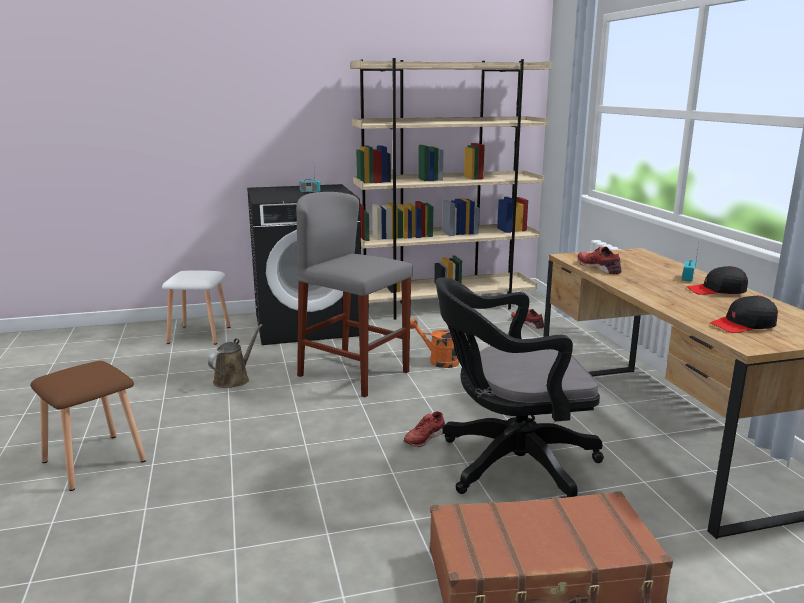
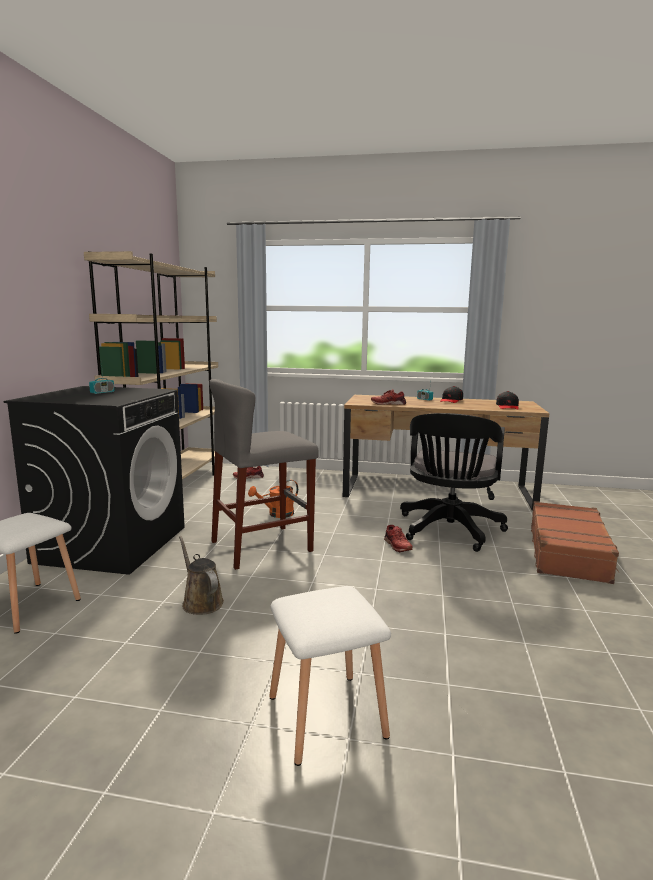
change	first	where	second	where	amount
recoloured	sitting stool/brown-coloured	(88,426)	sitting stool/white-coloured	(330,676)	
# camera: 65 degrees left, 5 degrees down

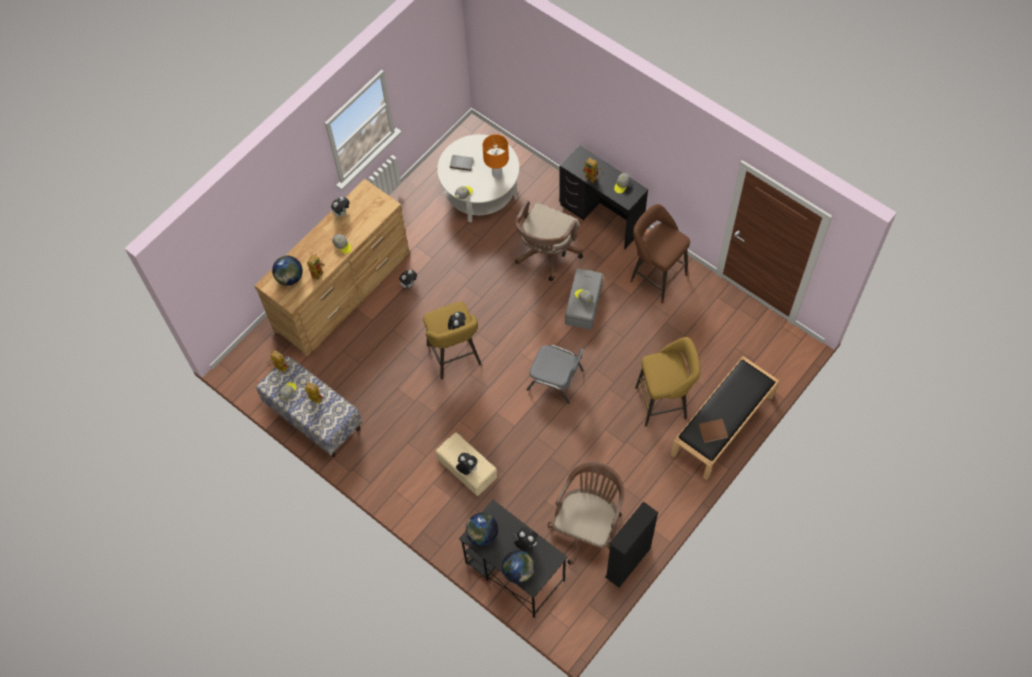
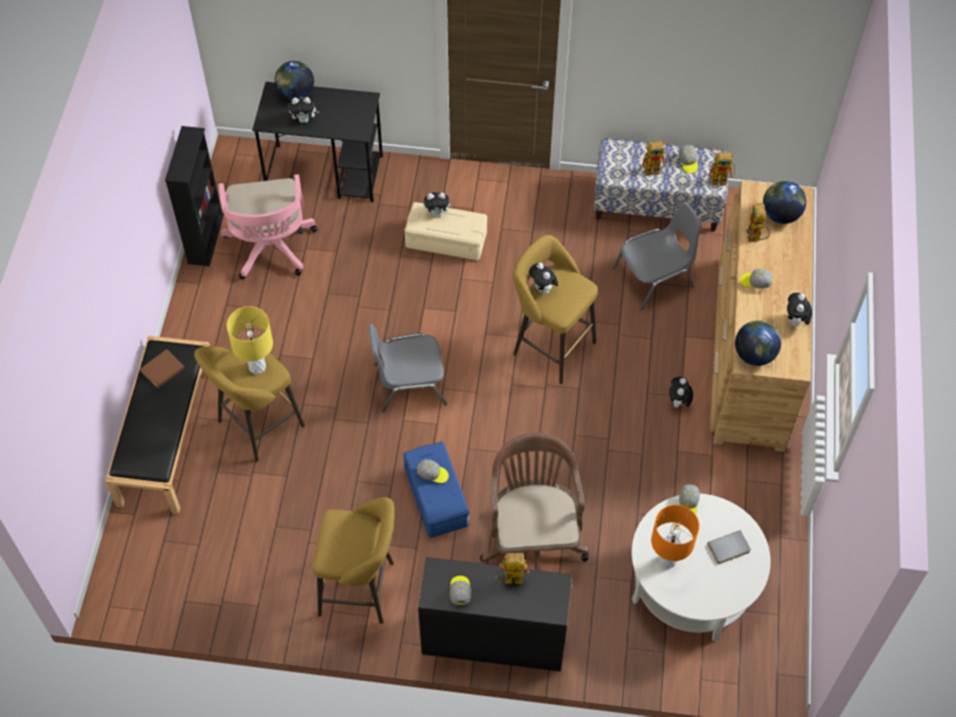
change	first	where	second	where	amount
recoloured	sitting stool/brown-coloured	(660,254)	sitting stool/yellow	(354,560)	
recoloured	storage bin/greyish	(584,299)	storage bin/blue-coloured	(436,490)	
recoloured	office chair/brown-coloured	(586,513)	office chair/pinkish	(267,226)	
moved	world globe	(482,529)		(758,343)	
added			upright chair/greyish	(657,256)	
added			table lamp/yellow	(250,340)	
# camera: 145 degrees right, 5 degrees down

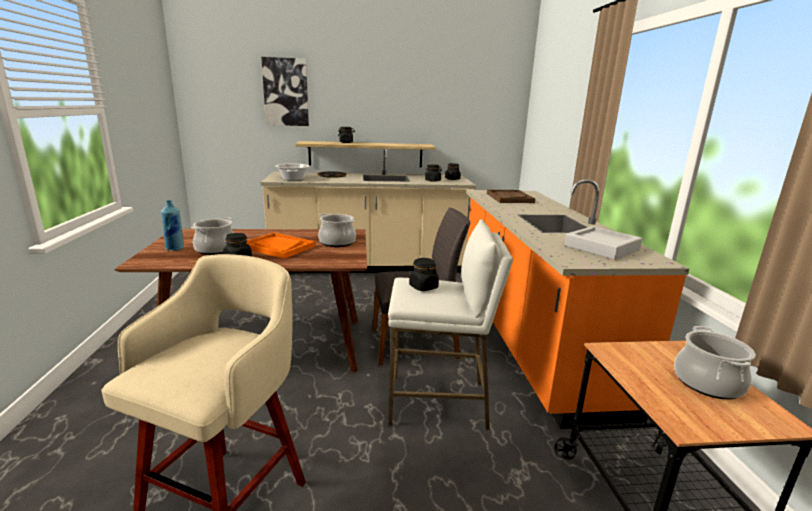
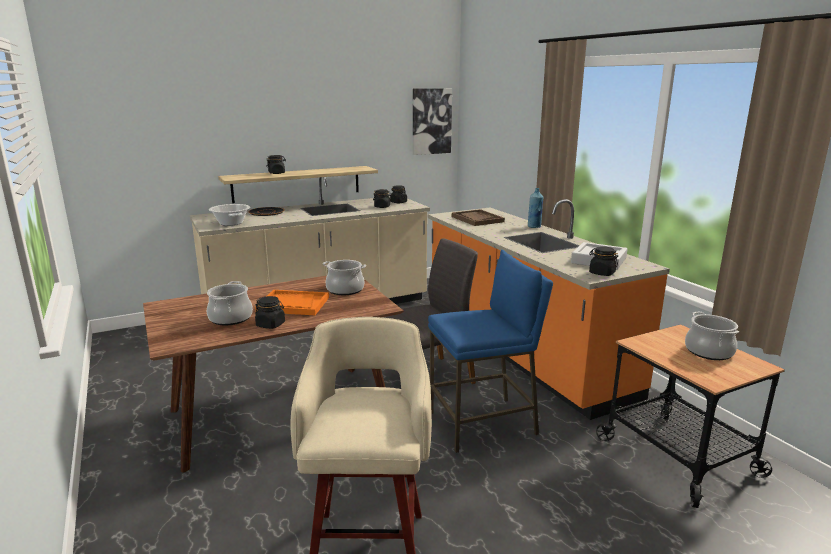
change	first	where	second	where	amount
moved	wall picture	(285,91)		(432,121)	
moved	drink bottle/blue-coloured	(172,225)		(535,208)	
recoloured	sitting stool/white-coloured	(450,324)	sitting stool/blue-coloured	(490,351)	
moved	preserve jar/black-coloured	(424,274)		(603,261)	
# camera: 20 degrees left, 0 degrees up

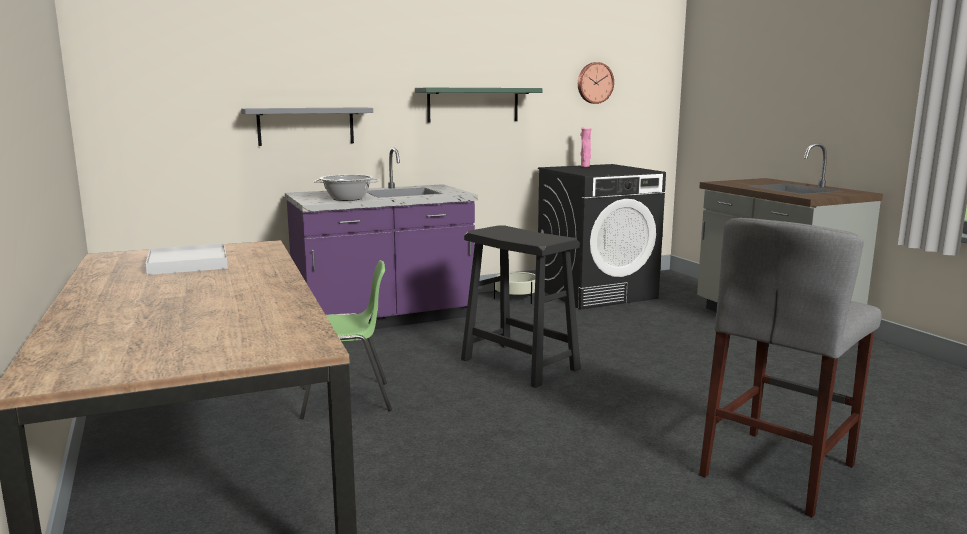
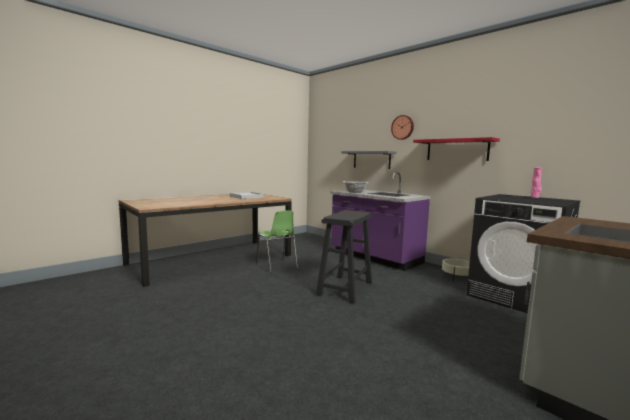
change	first	where	second	where	amount
moved	clock on the wall	(596,83)		(402,127)	
recoloured	bracket shelf/green-coloured	(479,105)	bracket shelf/red	(456,149)	
removed	sitting stool/greyish	(790,368)			
# camera: 70 degrees right, 5 degrees down

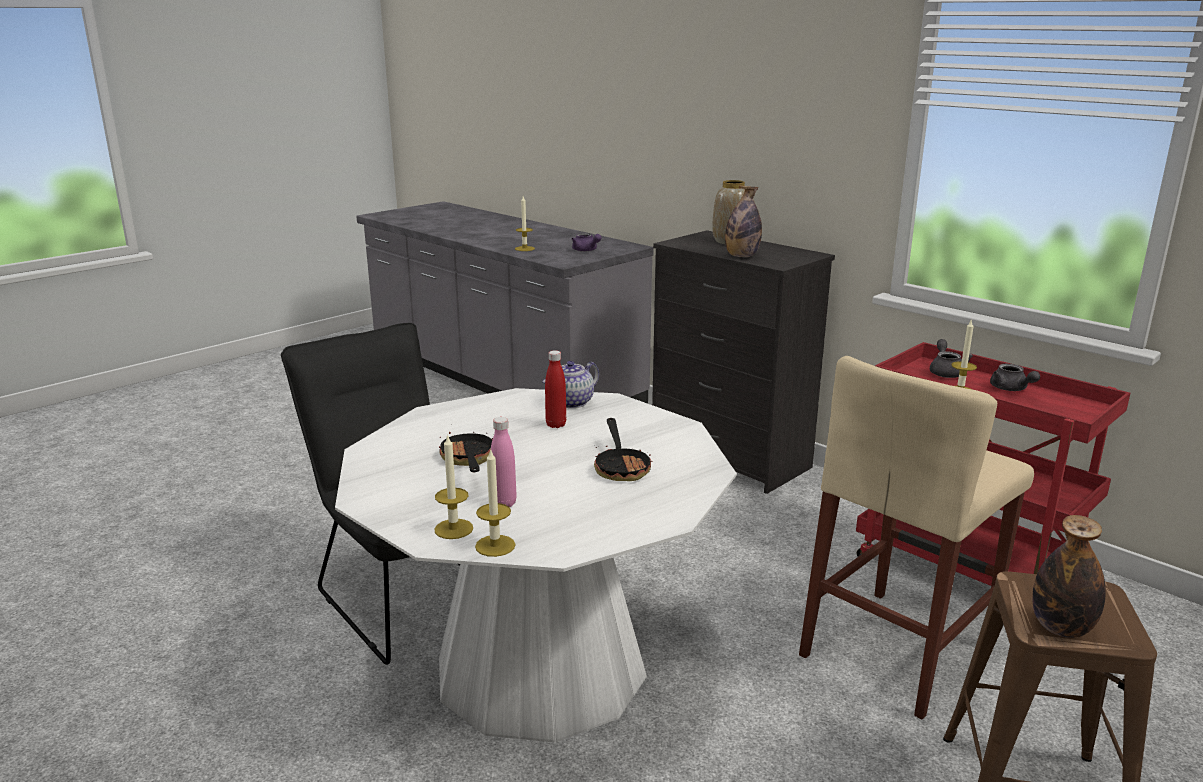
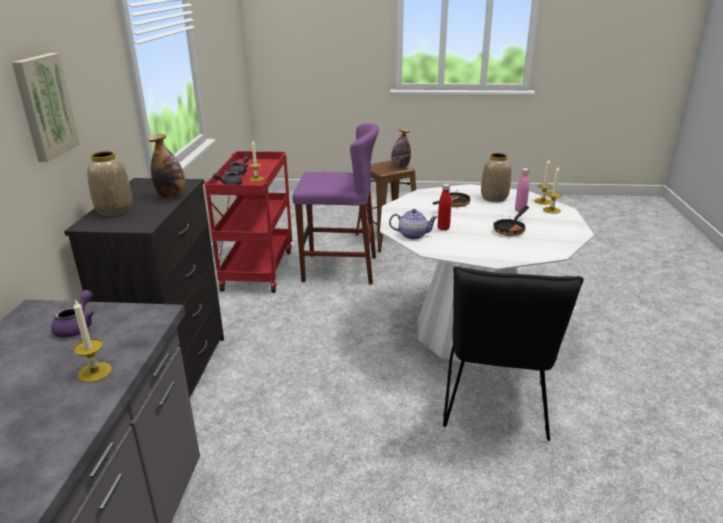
change	first	where	second	where	amount
recoloured	sitting stool/beige-coloured	(916,537)	sitting stool/purple	(335,203)	
added			wall picture	(46,107)	
added			decorative vase	(496,177)	
# camera: 130 degrees left, 5 degrees up

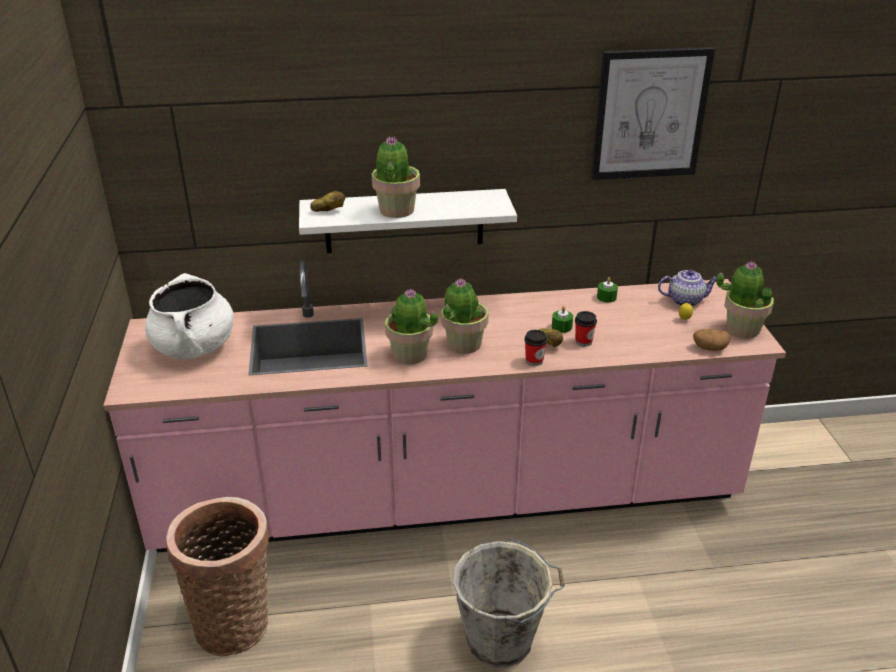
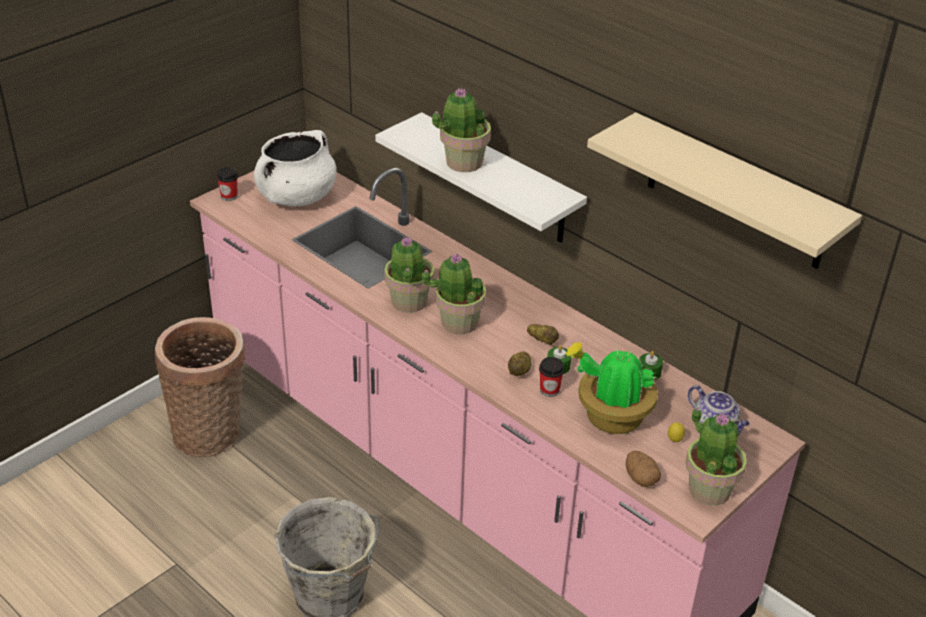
change	first	where	second	where	amount
replaced	wall picture	(653,113)	bracket shelf/beige-coloured	(724,190)	
moved	whole potato	(327,201)		(543,334)	
moved	cup	(536,348)		(227,184)	
added			houseplant	(611,388)	
# camera: 50 degrees right, 5 degrees up

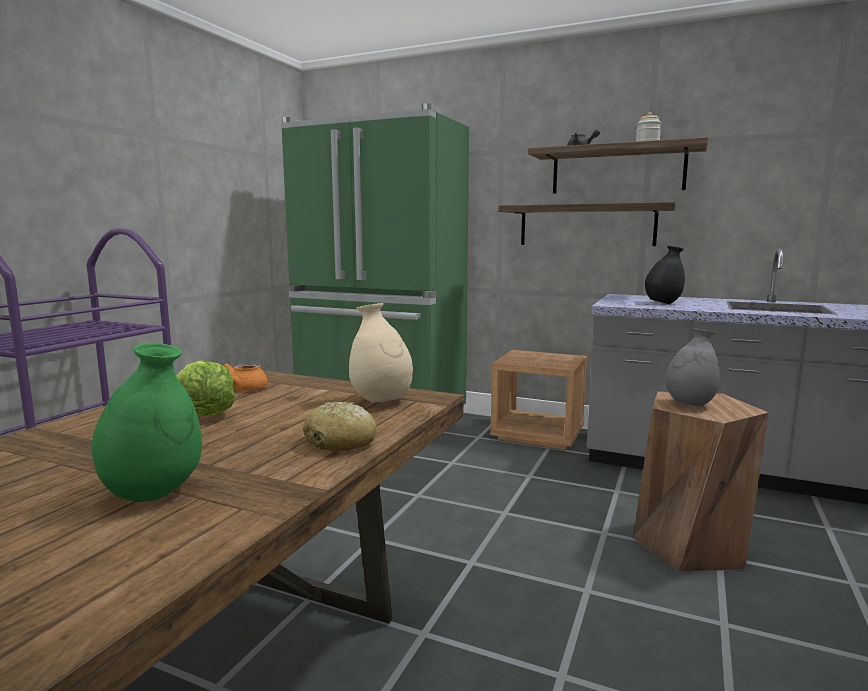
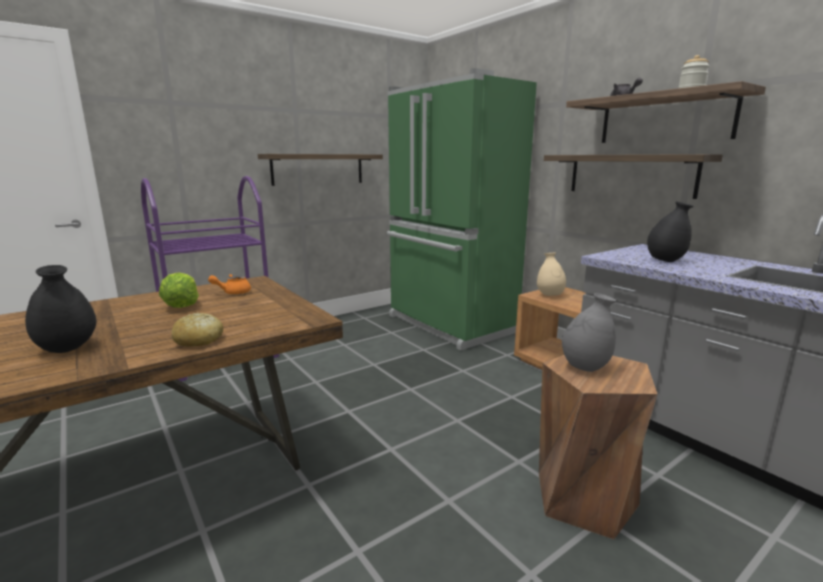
change	first	where	second	where	amount
moved	decorative vase/beige-coloured	(381,353)		(551,274)	
recoloured	decorative vase/green-coloured	(147,422)	decorative vase/black-coloured	(60,309)	
added			bracket shelf	(320,170)	
# camera: 30 degrees right, 5 degrees up

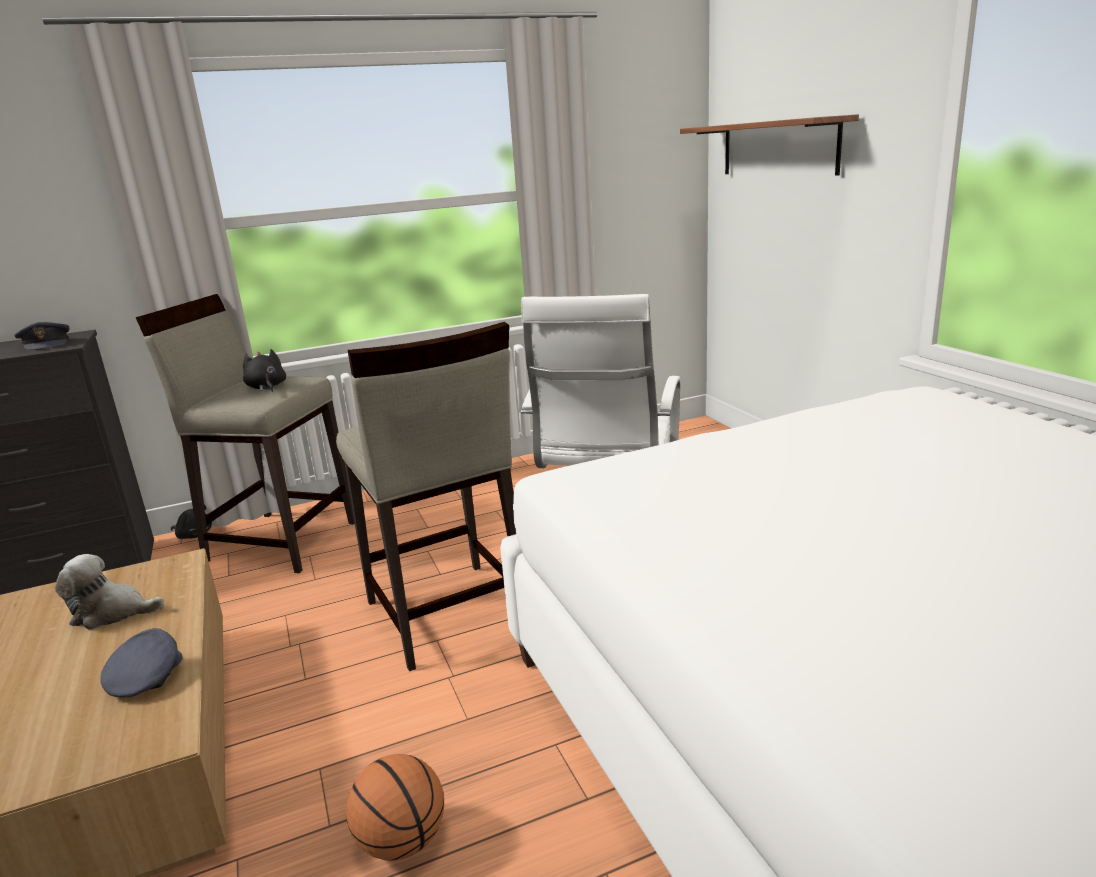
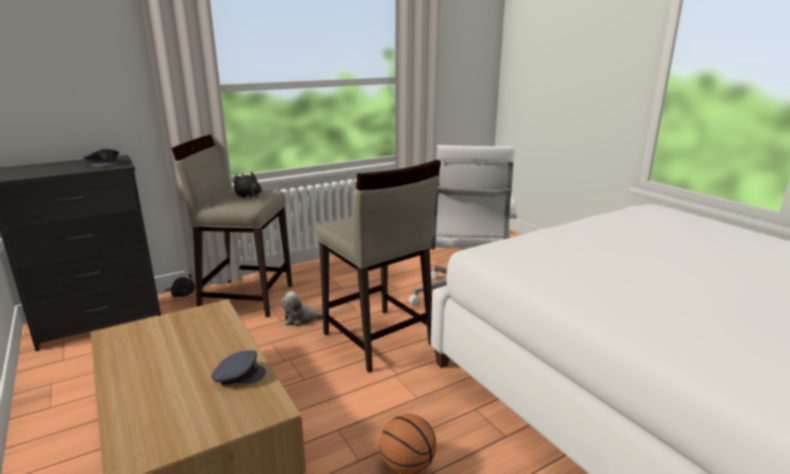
change	first	where	second	where	amount
removed	bracket shelf	(769,145)			
moved	cuddly toy	(109,592)		(301,309)	
turned	peaked cap/greyish	(141,662)		(238,367)	90 degrees clockwise
# camera: 10 degrees left, 0 degrees up

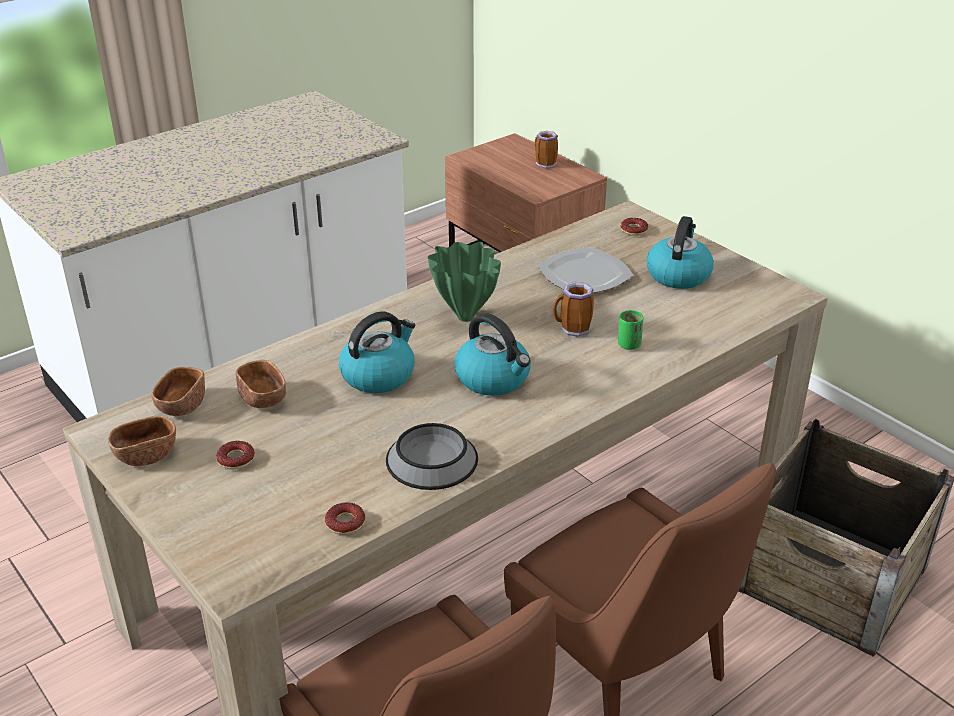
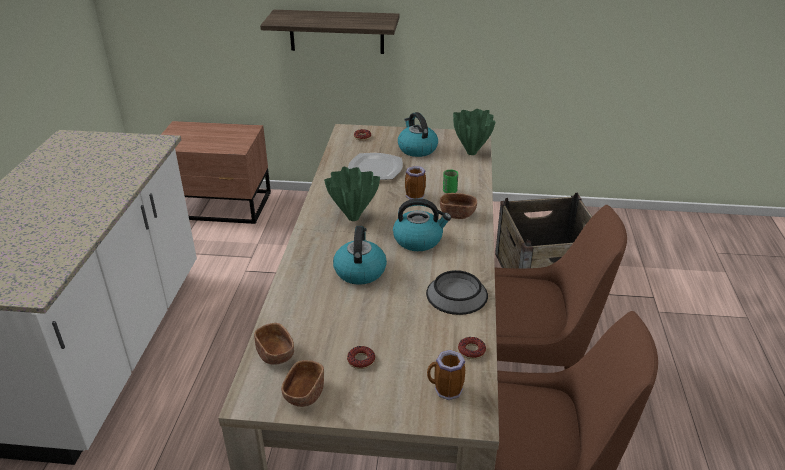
change	first	where	second	where	amount
moved	tea mug	(546,150)		(446,375)	
moved	deep dish/brown-coloured	(260,384)		(458,206)	
added			bracket shelf	(329,32)	
added			decorative vase/green-coloured	(474,132)	
# camera: 45 degrees left, 0 degrees up

